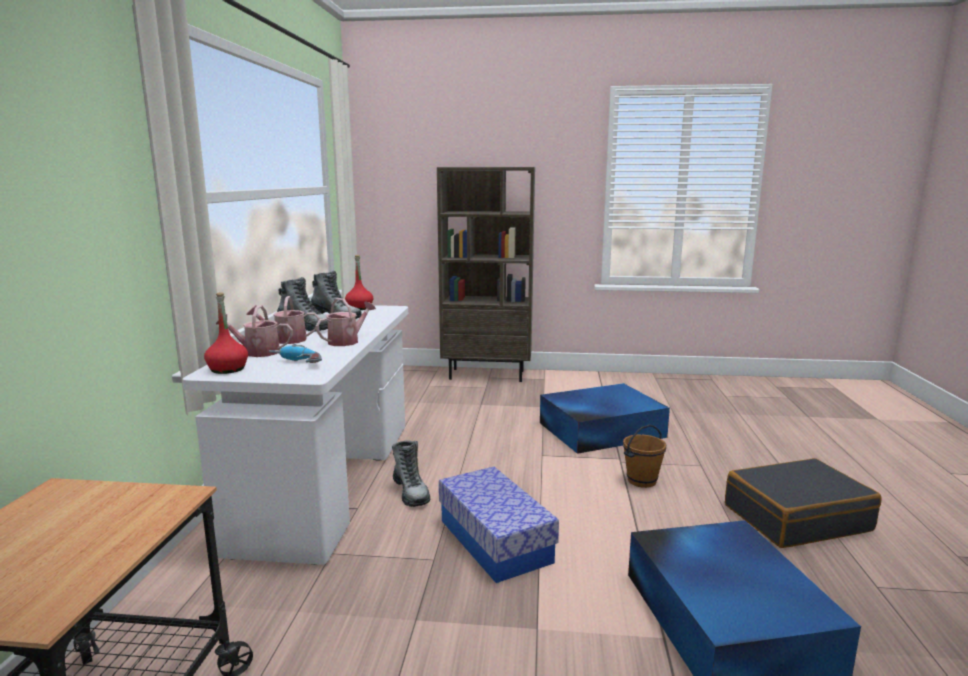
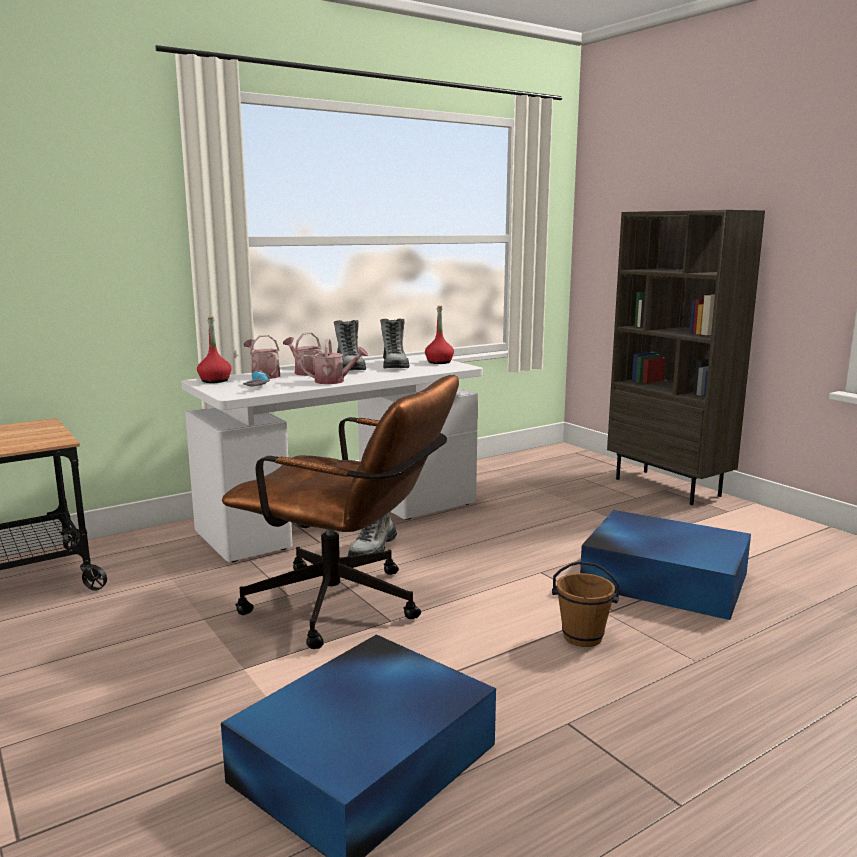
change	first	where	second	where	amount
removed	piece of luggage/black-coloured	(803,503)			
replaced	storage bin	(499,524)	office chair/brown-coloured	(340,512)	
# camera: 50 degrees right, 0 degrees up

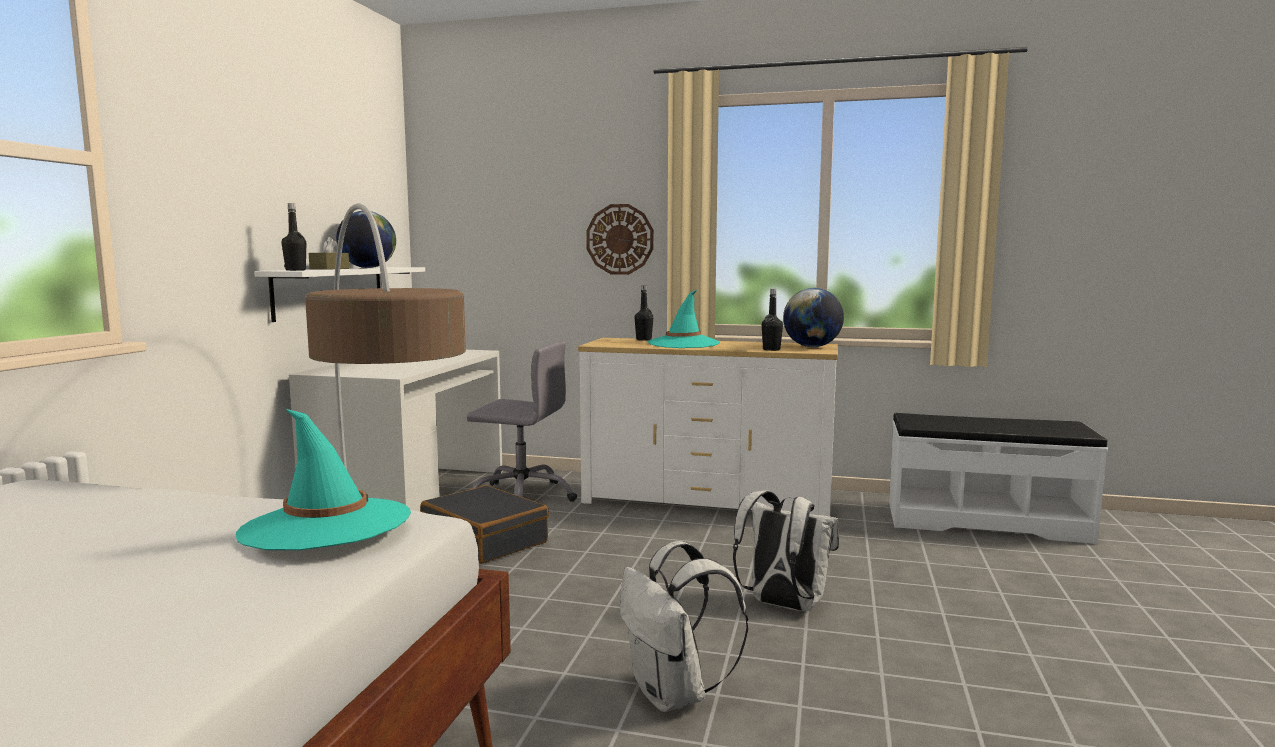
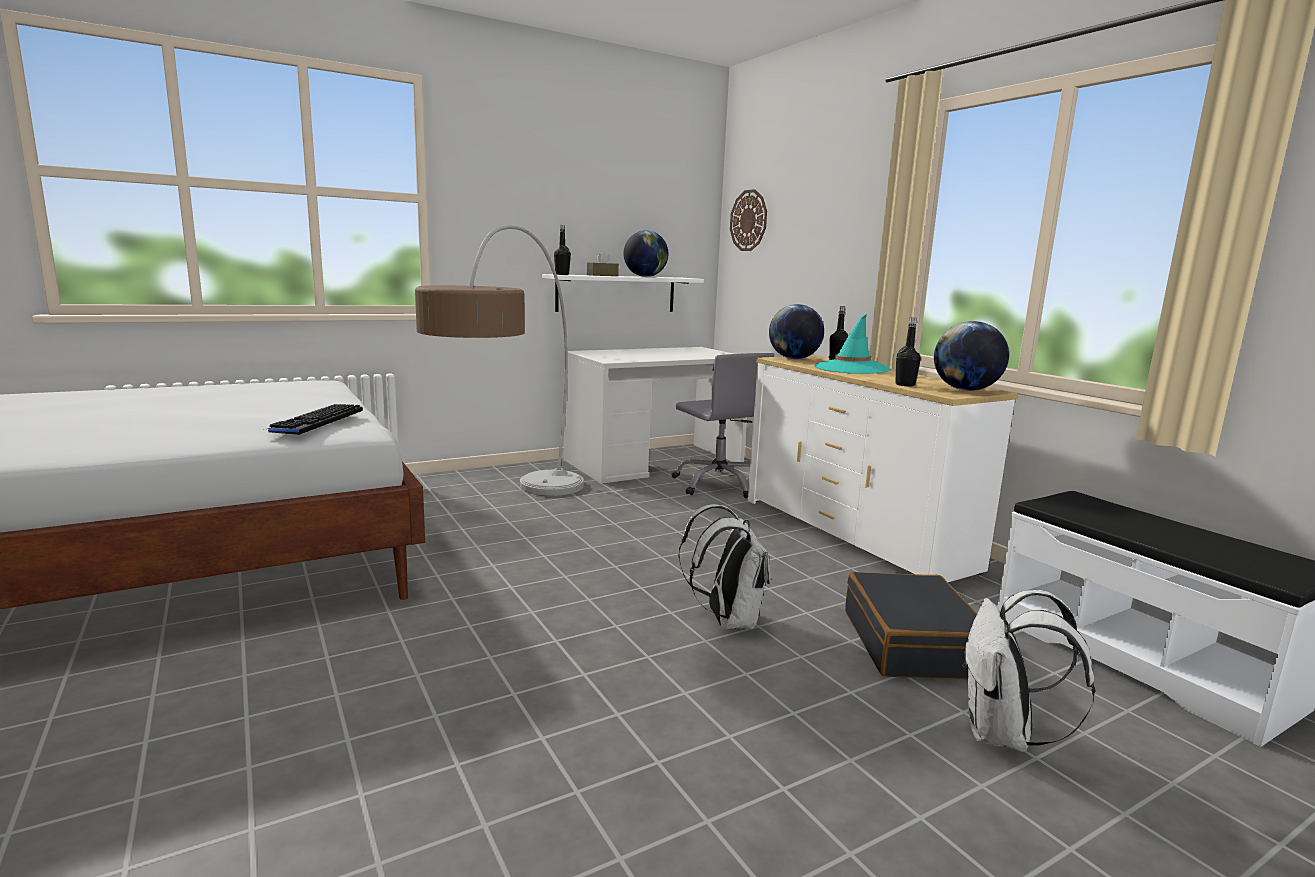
change	first	where	second	where	amount
moved	clock on the wall	(620,239)		(748,220)	
replaced	hat/turquoise-coloured	(323,479)	PC keyboard	(315,419)	
moved	piece of luggage/black-coloured	(484,524)		(911,625)	
moved	backpack/white-coloured	(684,626)		(1028,671)	
added			world globe	(796,331)	
# camera: 45 degrees right, 5 degrees up

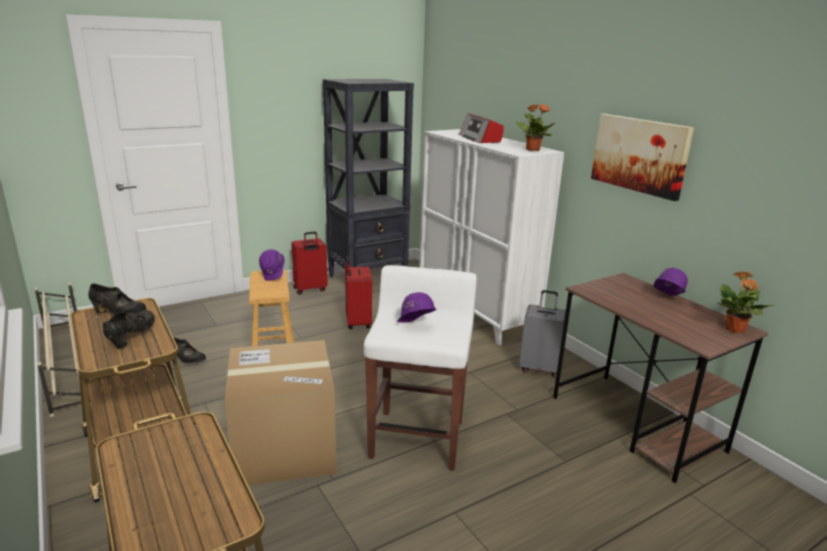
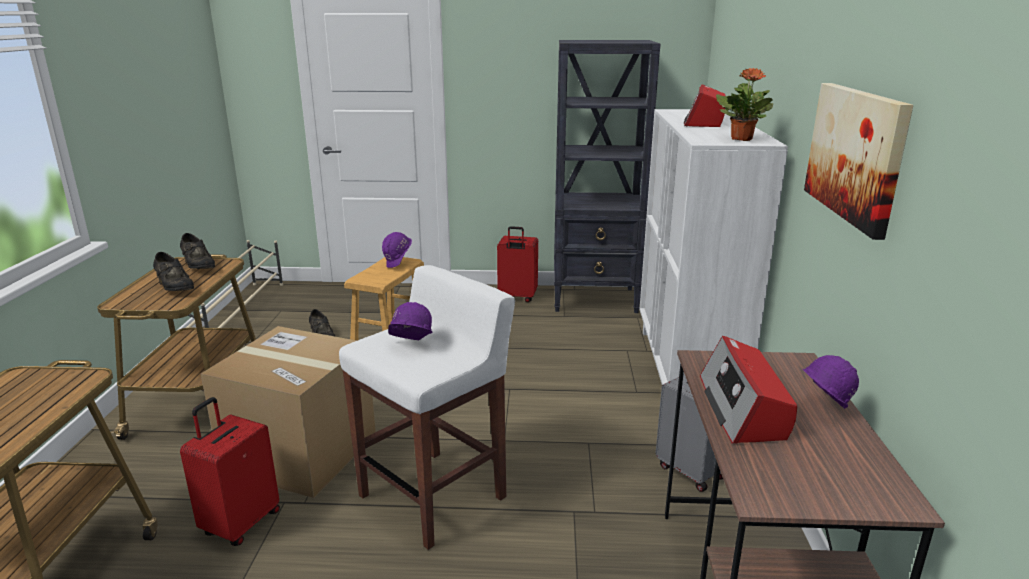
change	first	where	second	where	amount
moved	piece of luggage/red	(358,292)		(230,471)	
removed	houseplant	(745,302)			
turned	low shoe/black-coloured	(129,329)		(173,271)	90 degrees clockwise
added			radio receiver	(748,390)	
# camera: 35 degrees right, 0 degrees up

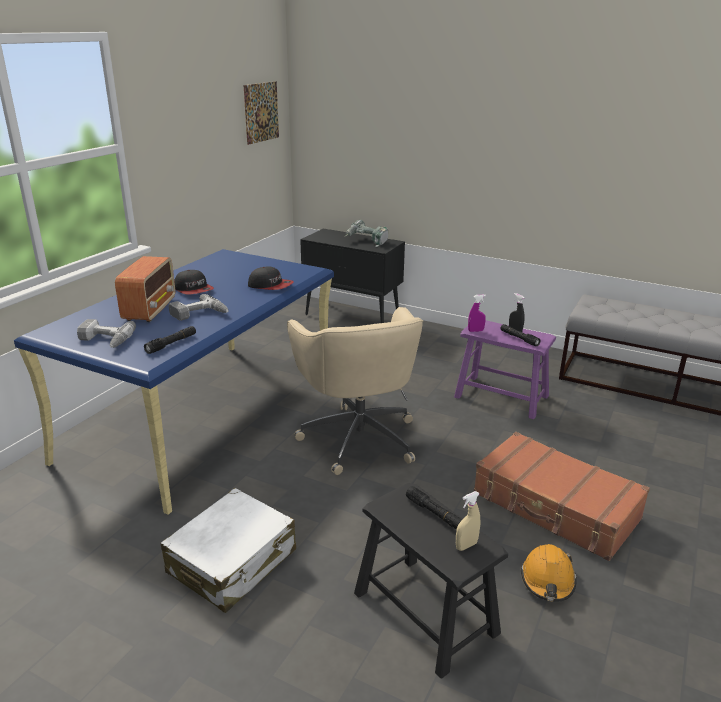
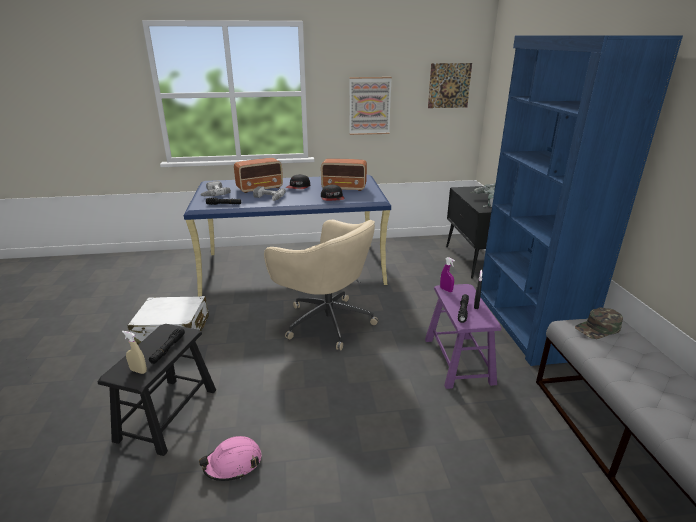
change	first	where	second	where	amount
turned	office chair/beige-coloured	(355,391)		(321,285)	90 degrees counterclockwise
removed	piece of luggage/brown-coloured	(561,496)			
recoloured	work helmet/orangey	(549,573)	work helmet/pinkish	(230,458)	
added			bookcase/blue-coloured	(581,200)	
added			wall picture	(370,106)	
added			radio receiver	(344,174)	
added			peaked cap/green-coloured	(599,323)	
# camera: 55 degrees right, 0 degrees up

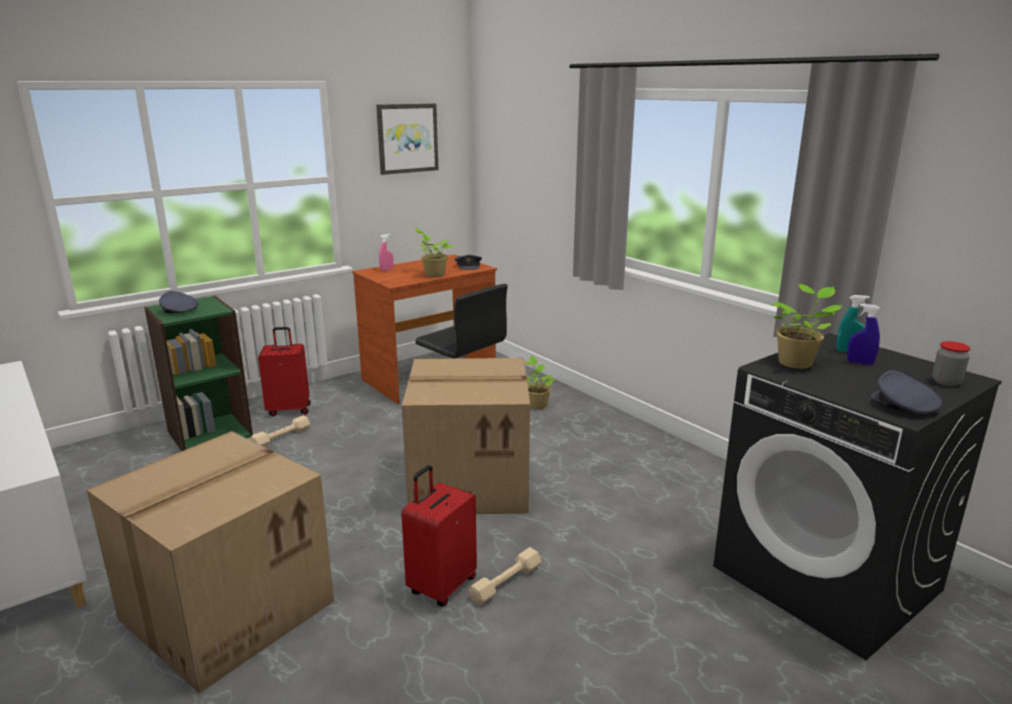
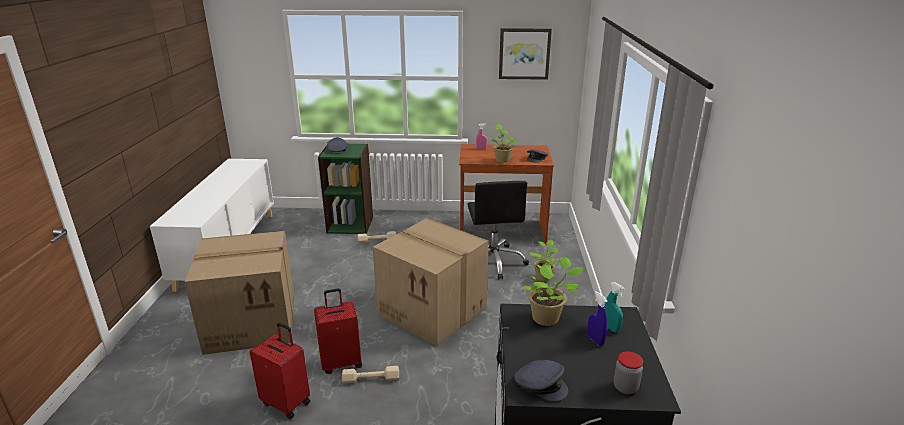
change	first	where	second	where	amount
moved	piece of luggage/red	(284,371)		(280,371)	
turned	peaked cap/greyish	(906,392)		(541,381)	105 degrees clockwise
# camera: 40 degrees right, 5 degrees up

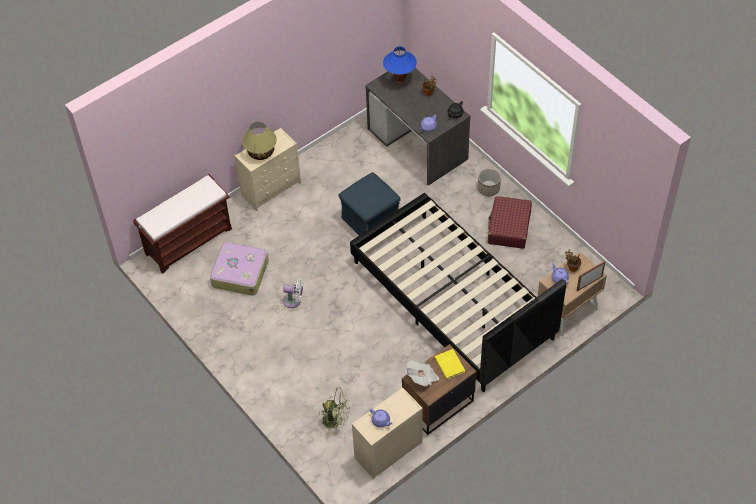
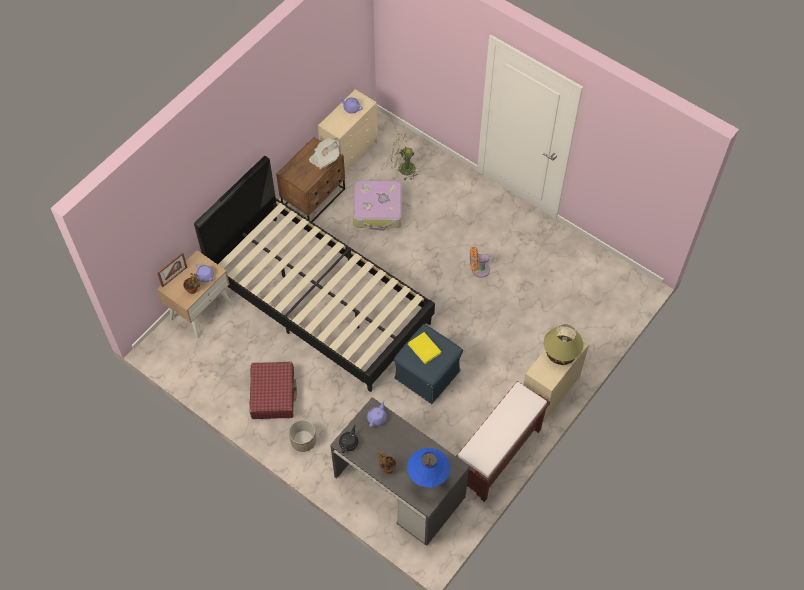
change	first	where	second	where	amount
moved	long seat/brown-coloured	(182,224)		(503,441)	
moved	piece of luggage	(239,268)		(377,205)	
recoloured	fan/white-coloured	(293,293)	fan/orangey	(480,262)	
moved	bound book/yellow	(450,364)		(425,348)	
# camera: 165 degrees right, 5 degrees up

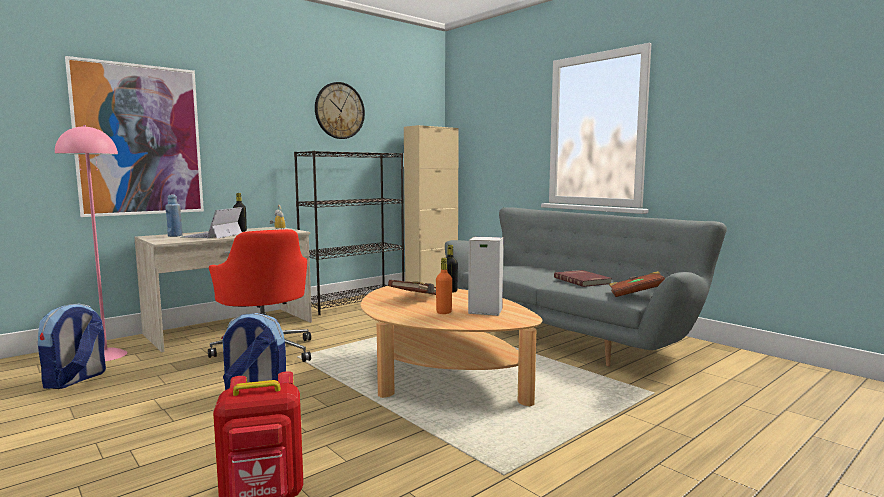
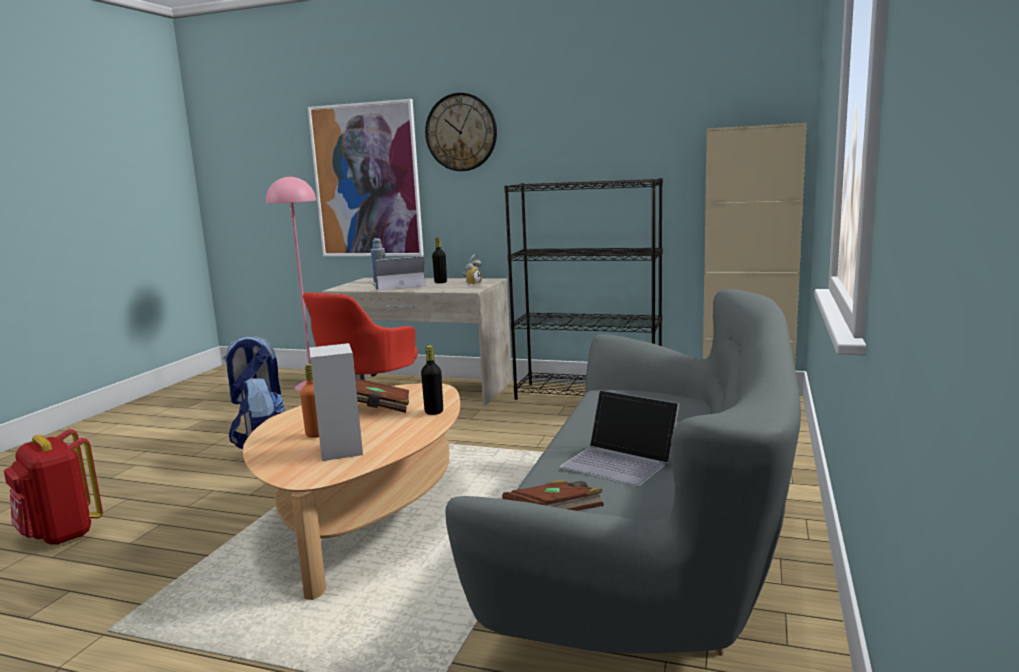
change	first	where	second	where	amount
moved	clock on the wall	(340,110)		(461,132)	
replaced	bound book/red	(583,278)	portable computer	(620,438)	
# camera: 60 degrees right, 5 degrees up

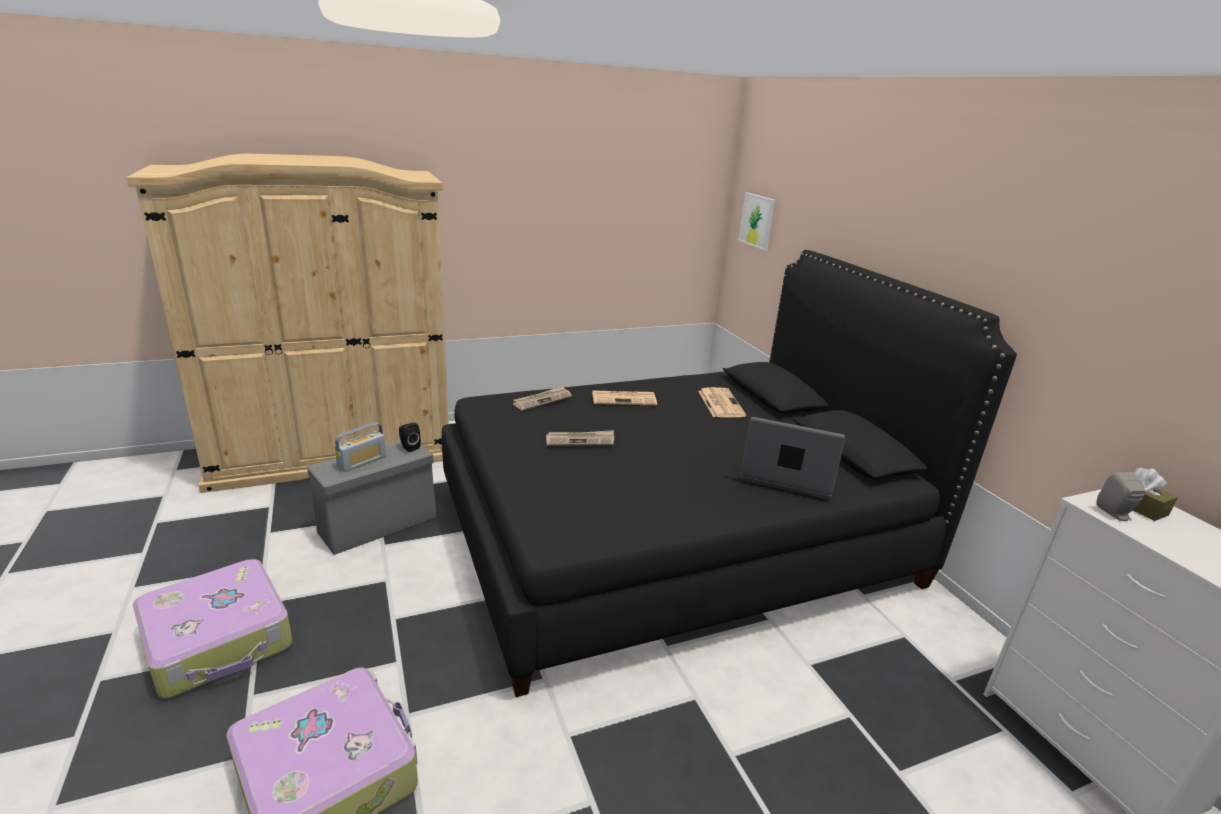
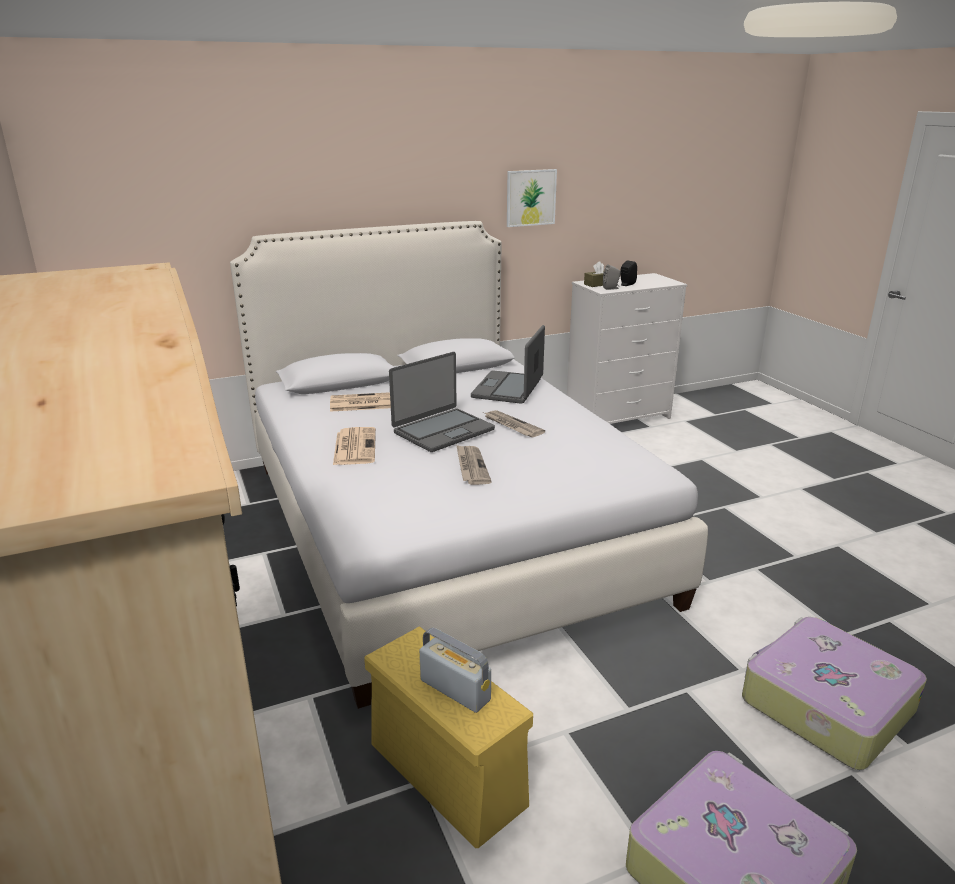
change	first	where	second	where	amount
moved	wall picture	(757,221)		(532,198)	
recoloured	bedroom bed/black-coloured	(729,473)	bedroom bed/white-coloured	(469,465)	
moved	newspaper	(542,398)		(515,423)	
moved	speaker/black-coloured	(410,437)		(628,273)	
recoloured	storage bin/greyish	(372,497)	storage bin/yellow	(448,737)	
added			portable computer	(442,402)	
# camera: 90 degrees left, 0 degrees up

